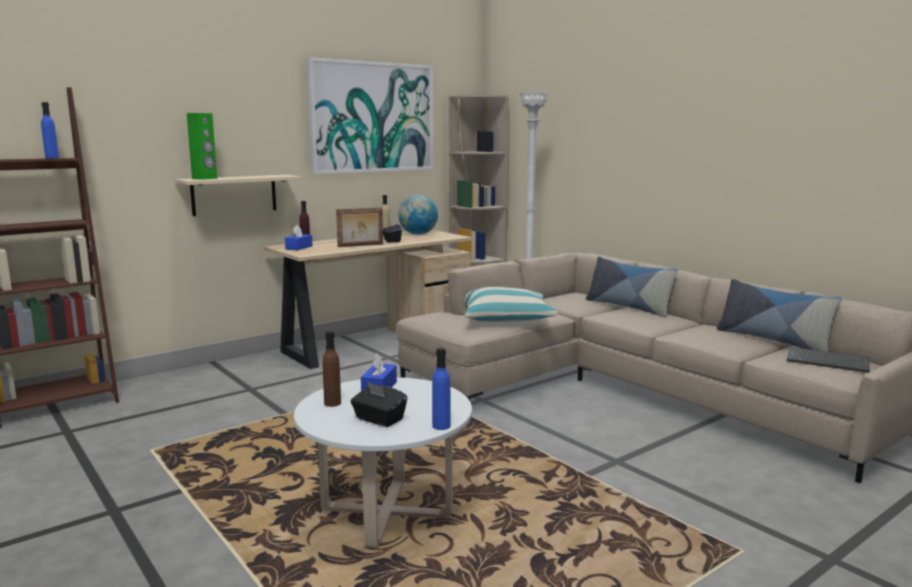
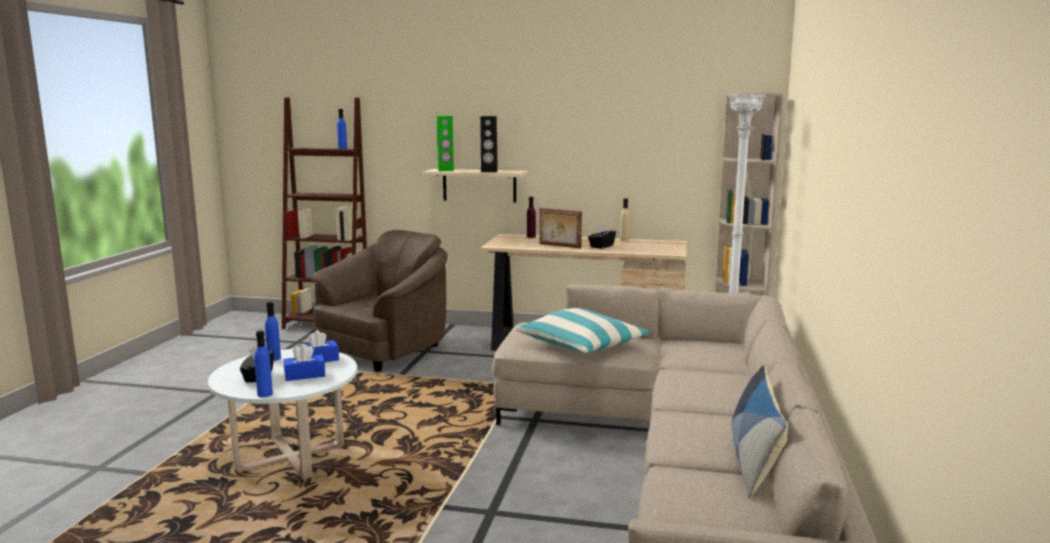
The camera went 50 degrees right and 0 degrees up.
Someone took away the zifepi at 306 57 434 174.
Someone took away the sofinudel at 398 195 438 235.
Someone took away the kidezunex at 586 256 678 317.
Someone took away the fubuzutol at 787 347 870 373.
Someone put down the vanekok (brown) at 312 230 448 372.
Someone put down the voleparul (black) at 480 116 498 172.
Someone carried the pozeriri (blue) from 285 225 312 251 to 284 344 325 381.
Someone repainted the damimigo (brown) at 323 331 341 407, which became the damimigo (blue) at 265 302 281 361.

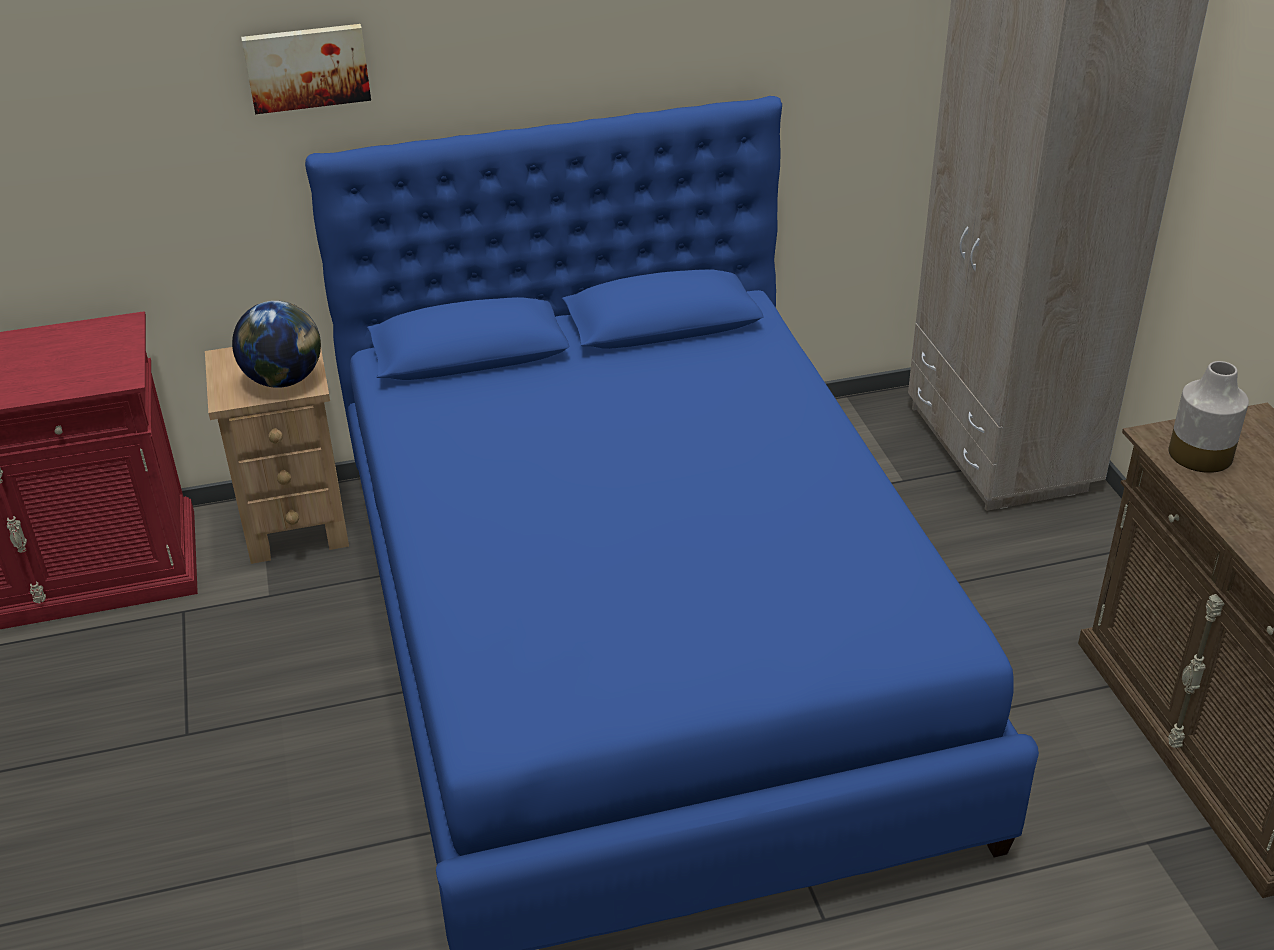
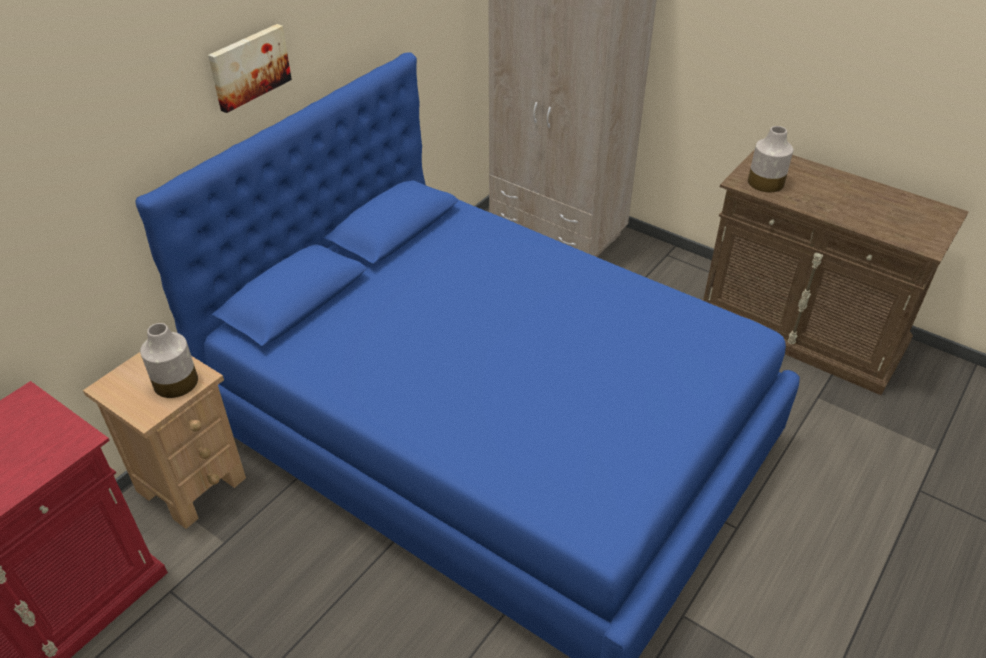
The camera went 40 degrees left and 5 degrees up.
Someone carried the zifepi from 241 24 371 114 to 208 24 292 113.
Someone swapped the sofinudel at 232 301 321 388 for the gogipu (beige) at 140 323 198 398.

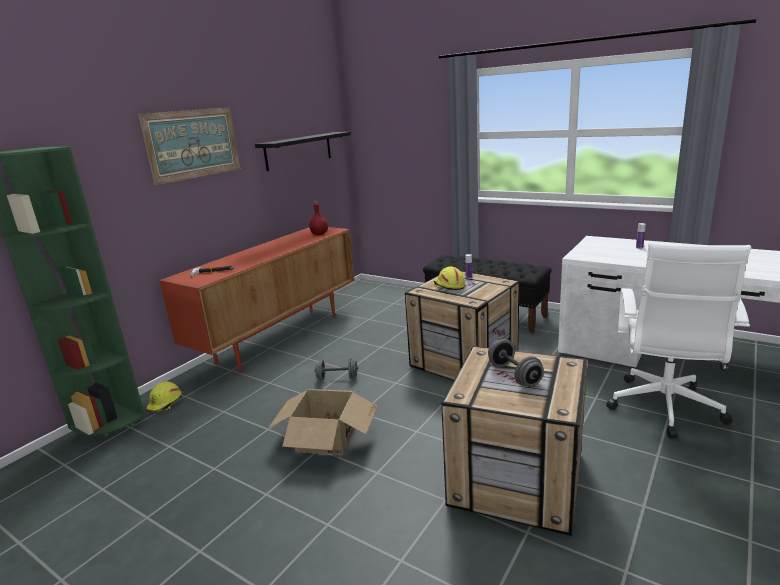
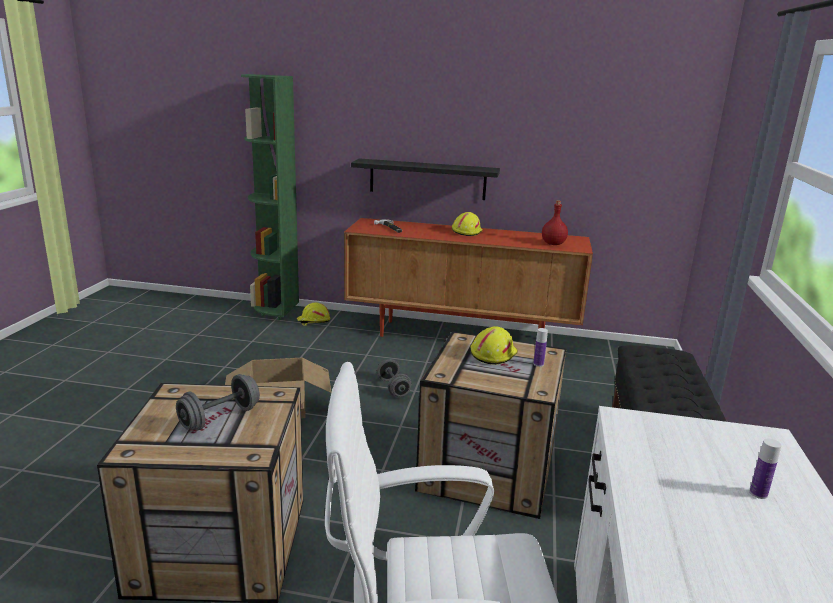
The camera went 65 degrees right and 0 degrees up.
Someone took away the zifepi at 138 107 240 185.
Someone put down the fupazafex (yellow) at 452 212 483 236.
Someone carried the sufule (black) from 255 132 351 171 to 351 158 500 200.

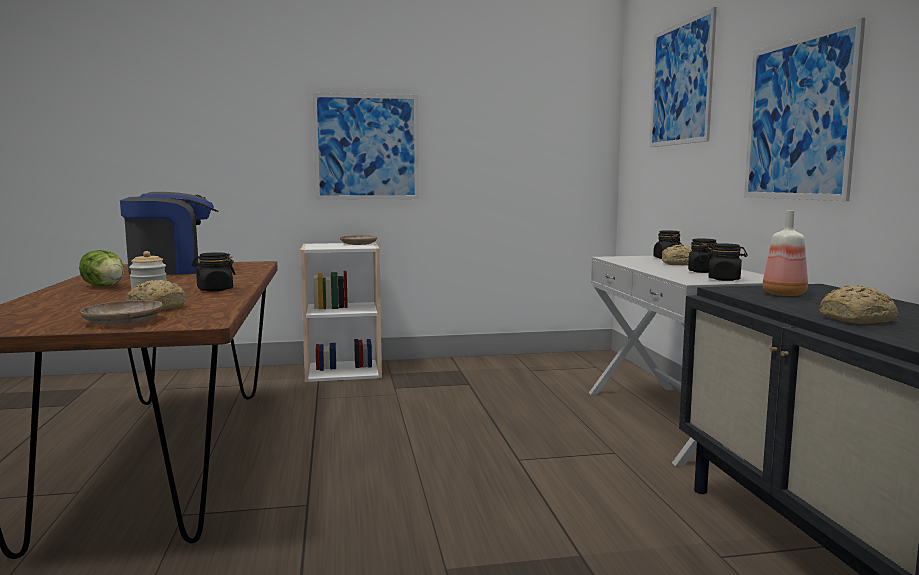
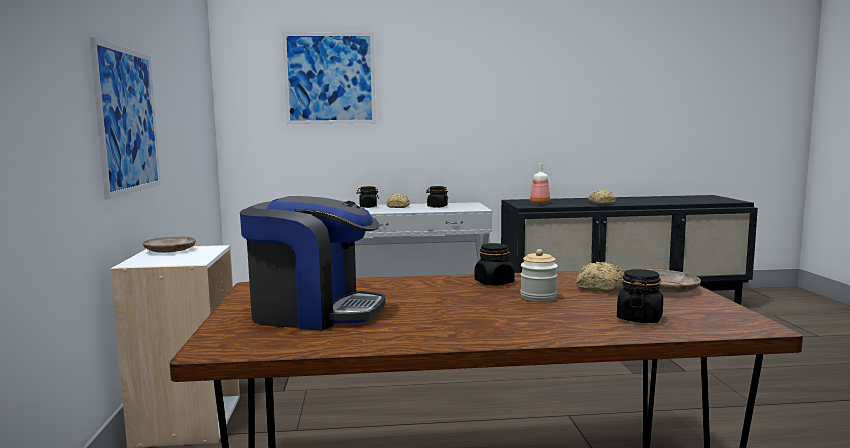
The camera went 85 degrees left and 0 degrees up.
Someone took away the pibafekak at 79 250 124 286.
Someone took away the zifepi at 744 18 865 201.
Someone carried the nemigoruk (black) from 705 243 748 281 to 617 269 663 323.
Someone rotated the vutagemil at 120 192 218 275 by 120 degrees clockwise.

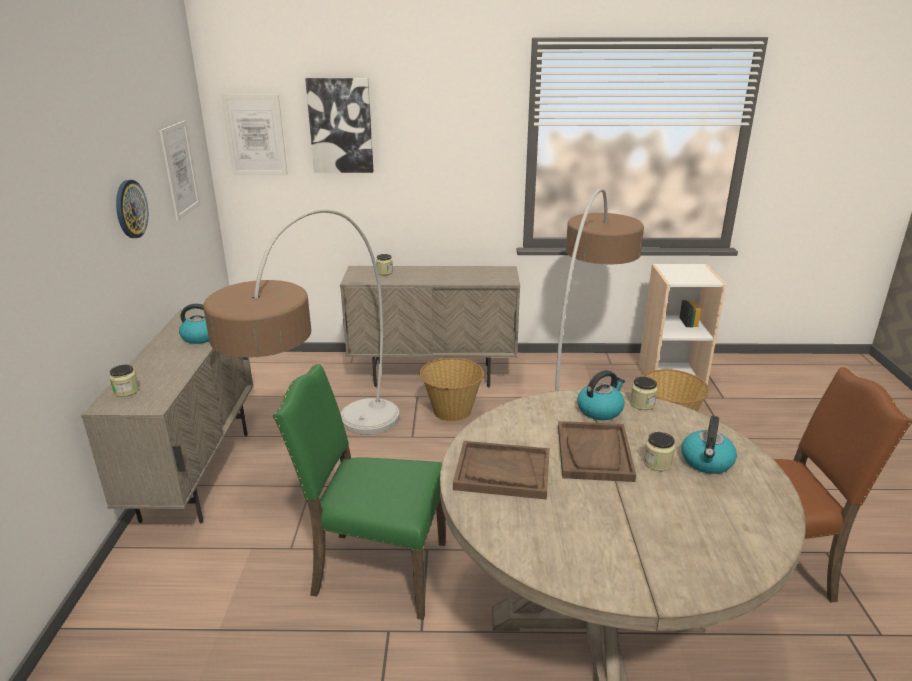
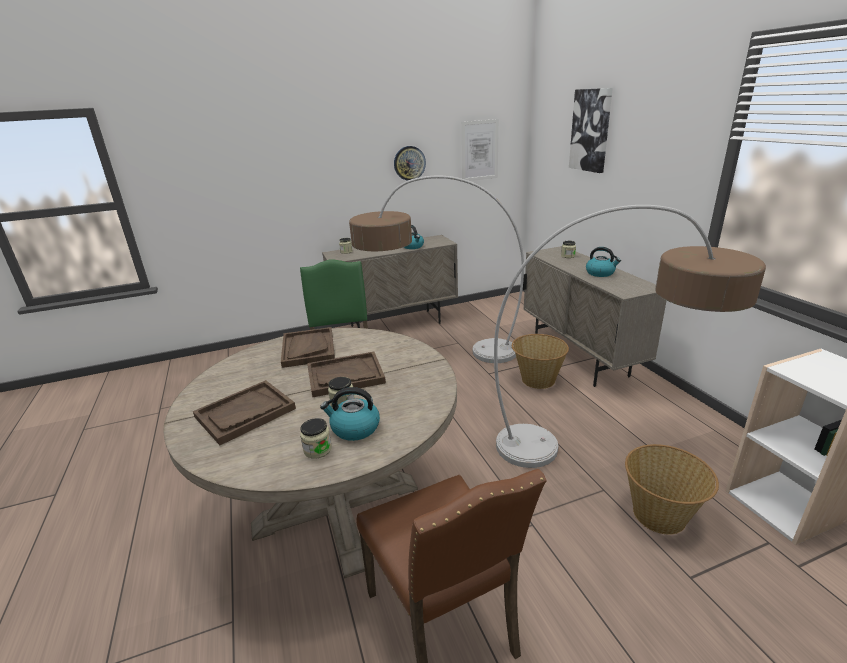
The camera went 70 degrees right and 0 degrees up.
Someone took away the zifepi at 221 94 288 175.
Someone put down the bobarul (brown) at 193 380 296 445.
Someone carried the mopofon from 577 370 625 420 to 586 247 621 277.
Someone carried the nemigoruk from 630 377 657 410 to 300 418 332 459.

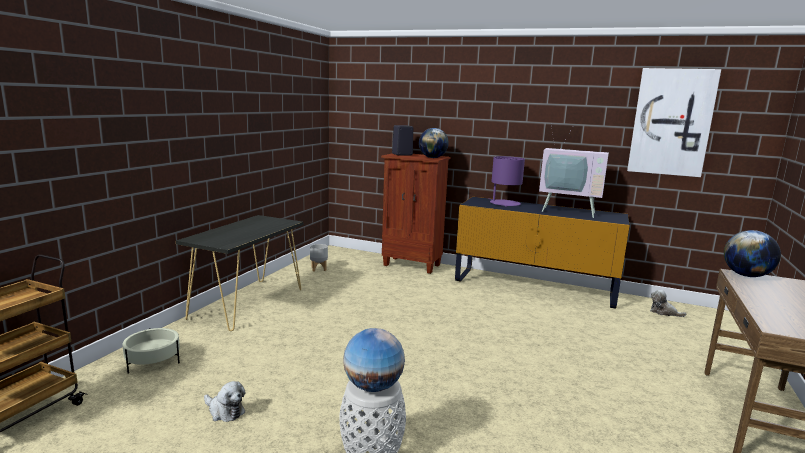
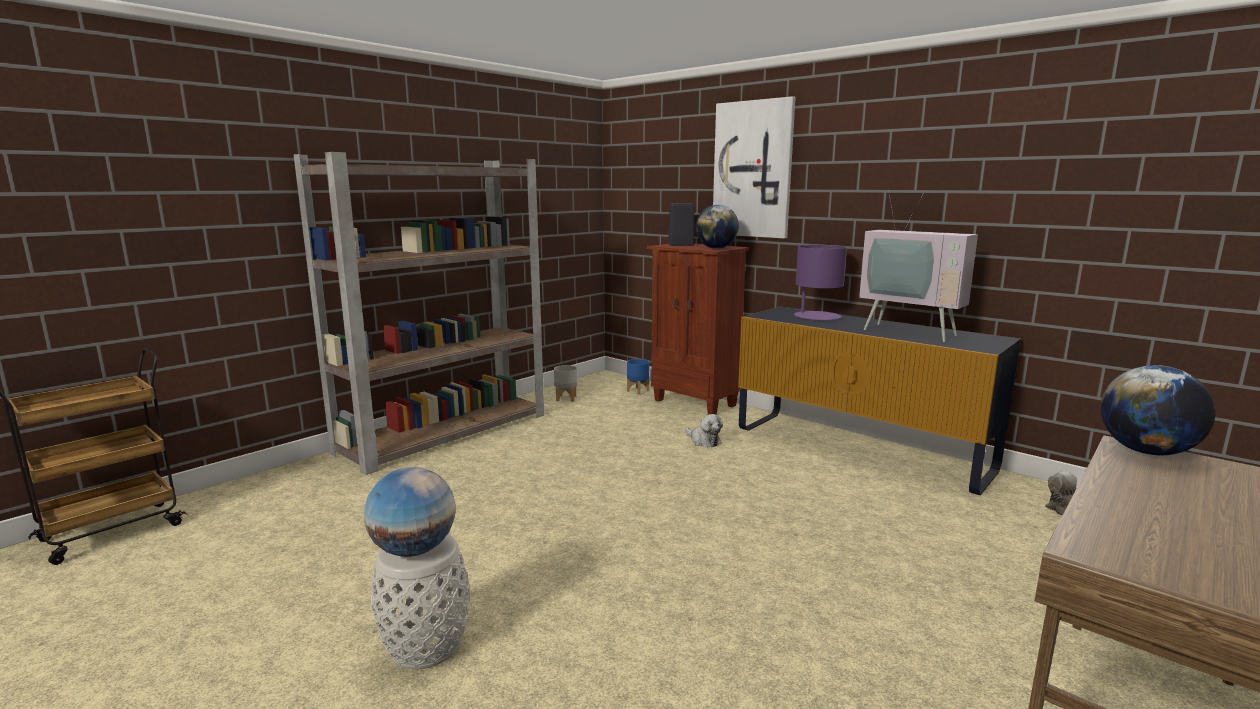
The camera went 20 degrees right and 0 degrees up.
Someone took away the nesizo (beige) at 122 328 180 374.
Someone put down the nesizo (blue) at 627 359 649 395.
Someone carried the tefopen from 204 381 245 422 to 685 414 723 447.
Someone carried the zifepi from 627 68 721 177 to 713 96 795 238.
Someone swapped the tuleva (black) at 176 215 303 331 for the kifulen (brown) at 293 152 544 475.

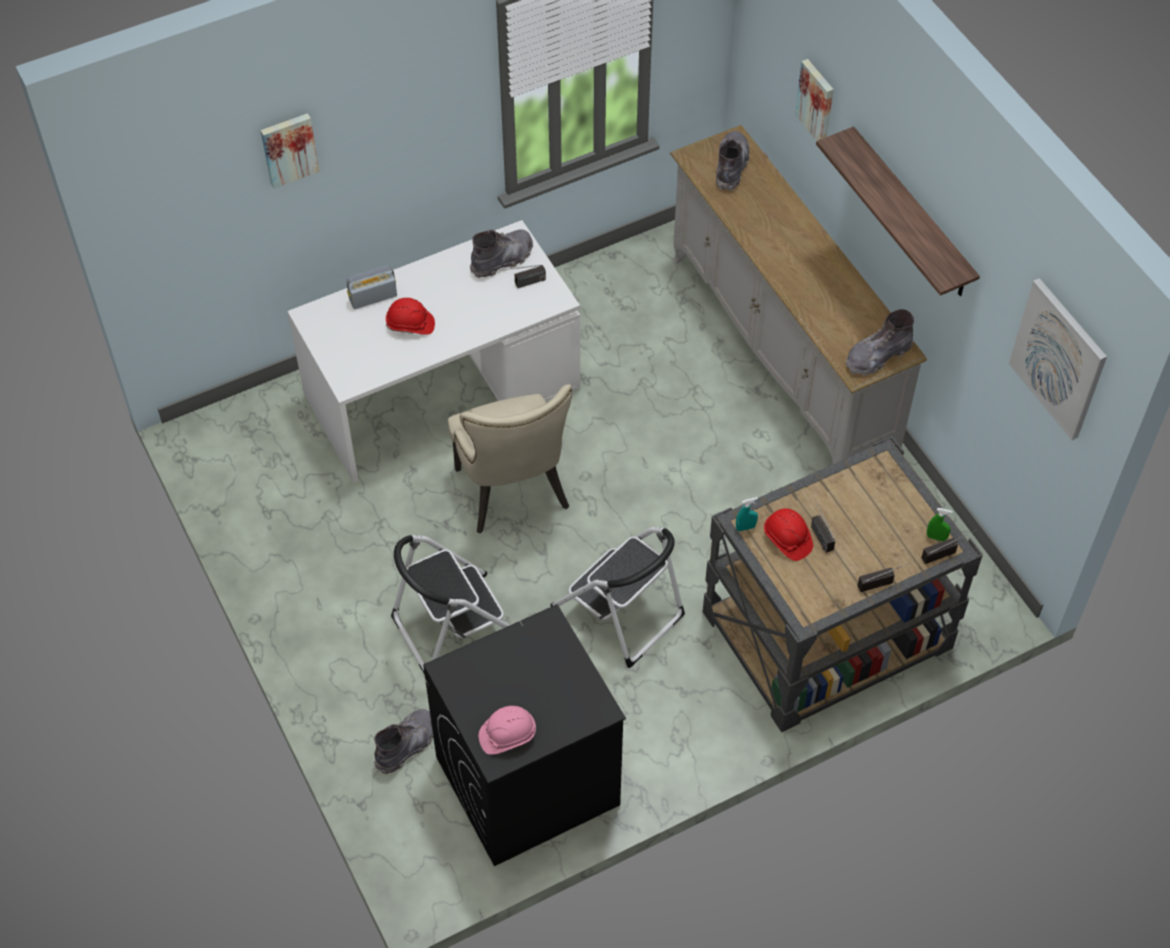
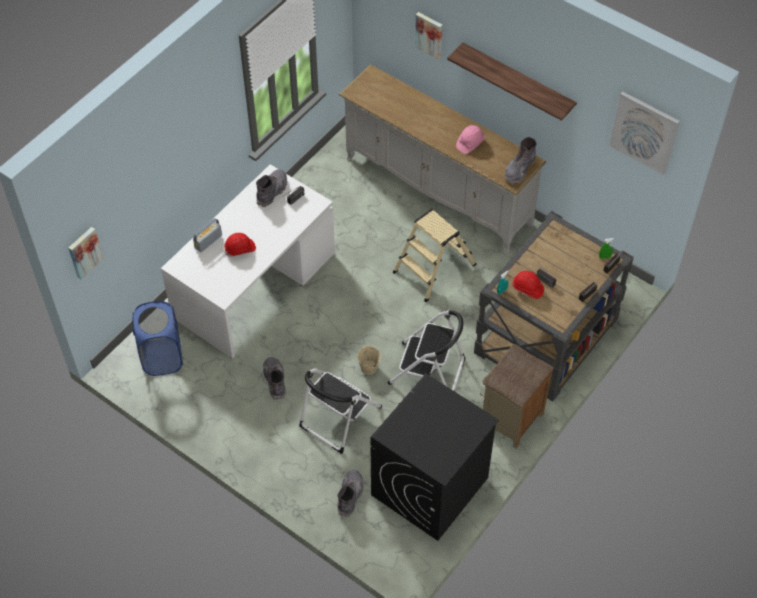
The camera went 25 degrees left and 0 degrees up.
Someone took away the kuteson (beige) at 448 384 572 533.
Someone put down the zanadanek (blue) at 132 301 183 376.
Someone put down the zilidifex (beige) at 357 346 381 375.
Someone put down the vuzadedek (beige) at 393 209 477 302.
Someone put down the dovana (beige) at 480 344 554 448.
Someone carried the zifepi from 260 113 319 188 to 68 227 103 279.
Someone carried the fupazafex (pink) from 479 706 536 755 to 456 125 484 154.
Someone carried the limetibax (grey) from 716 131 750 191 to 263 357 286 400.

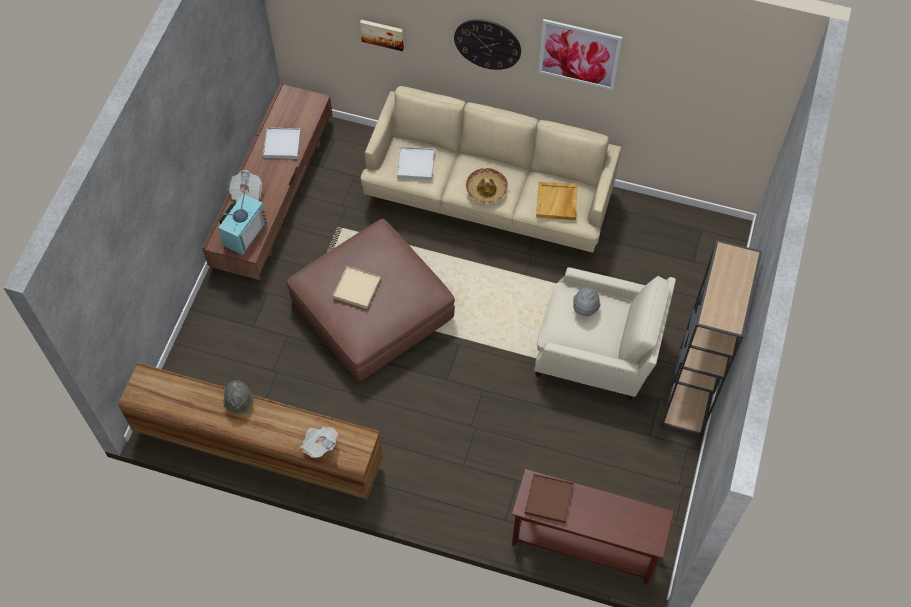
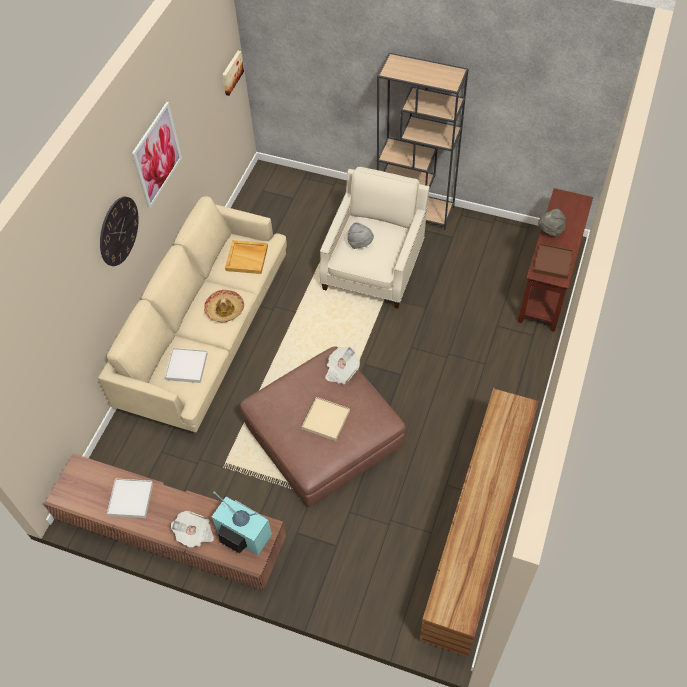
The camera went 85 degrees left and 5 degrees down.
Someone carried the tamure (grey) from 223 380 253 413 to 538 209 566 237.
Someone carried the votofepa from 300 427 338 458 to 325 347 360 385.
Someone carried the zifepi from 360 20 404 51 to 222 51 244 96.

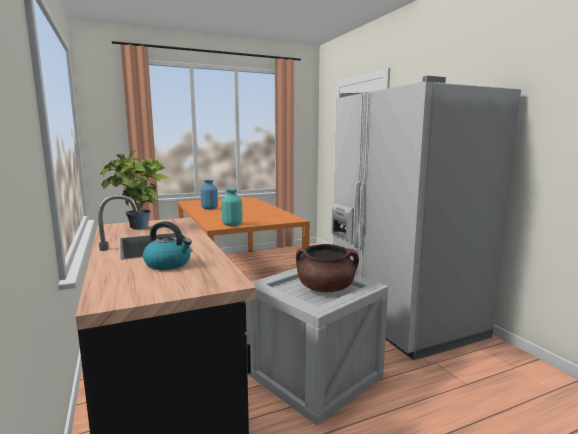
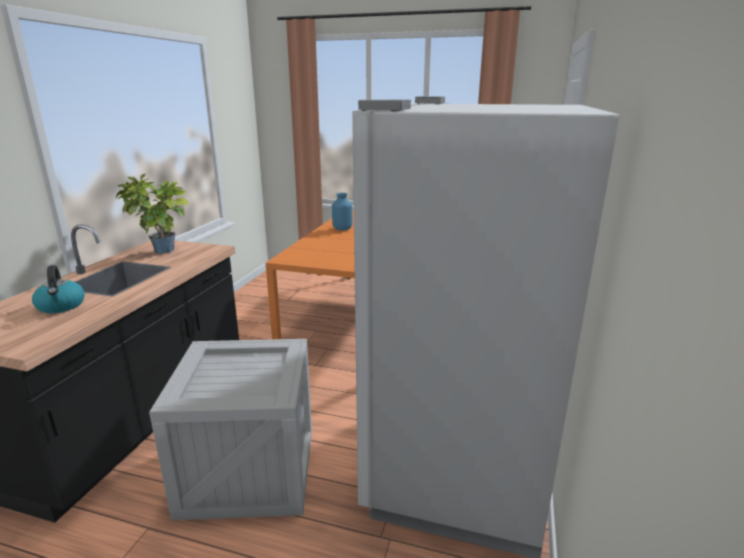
The camera went 40 degrees right and 10 degrees up.
Someone took away the gogipu (turquoise) at 221 189 242 226.
Someone took away the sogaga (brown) at 296 244 359 292.

